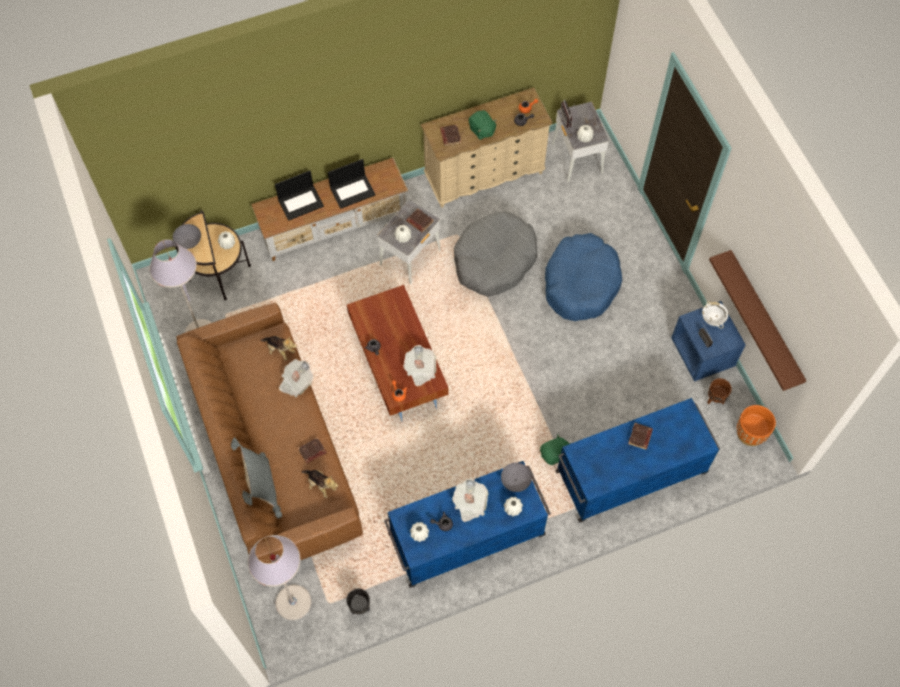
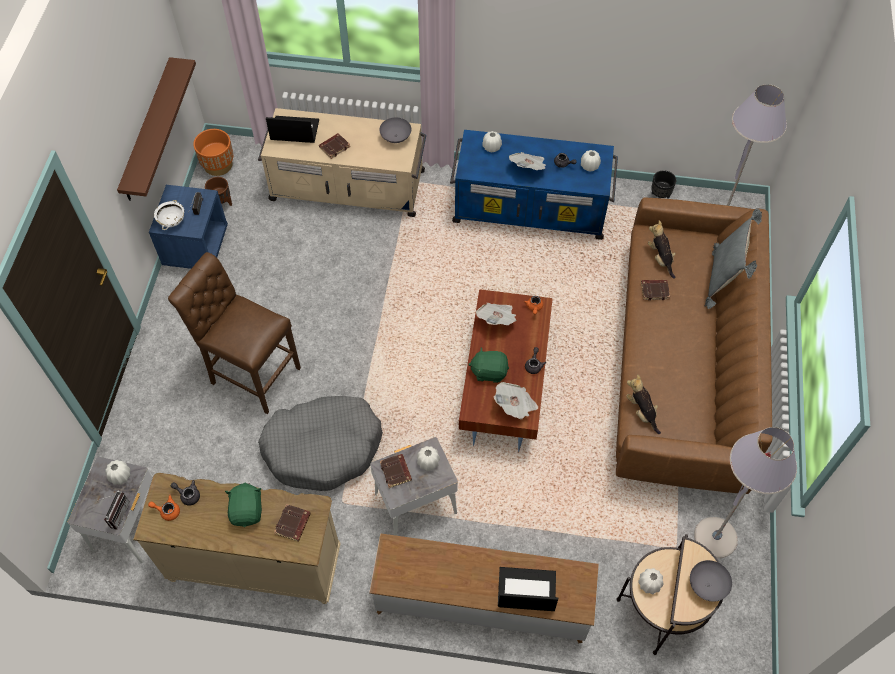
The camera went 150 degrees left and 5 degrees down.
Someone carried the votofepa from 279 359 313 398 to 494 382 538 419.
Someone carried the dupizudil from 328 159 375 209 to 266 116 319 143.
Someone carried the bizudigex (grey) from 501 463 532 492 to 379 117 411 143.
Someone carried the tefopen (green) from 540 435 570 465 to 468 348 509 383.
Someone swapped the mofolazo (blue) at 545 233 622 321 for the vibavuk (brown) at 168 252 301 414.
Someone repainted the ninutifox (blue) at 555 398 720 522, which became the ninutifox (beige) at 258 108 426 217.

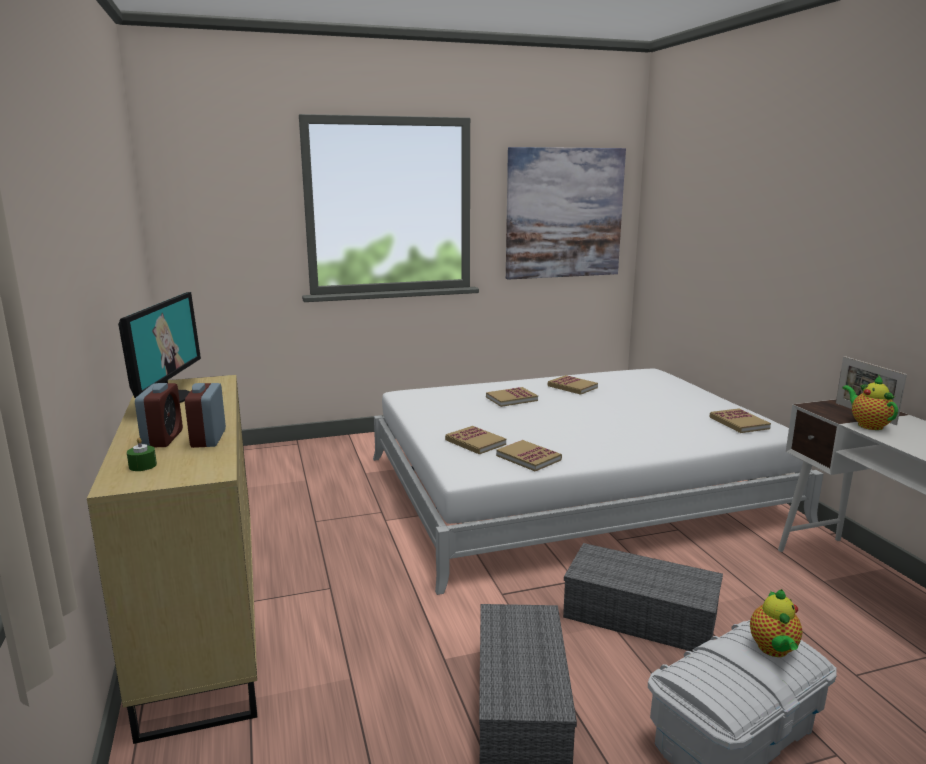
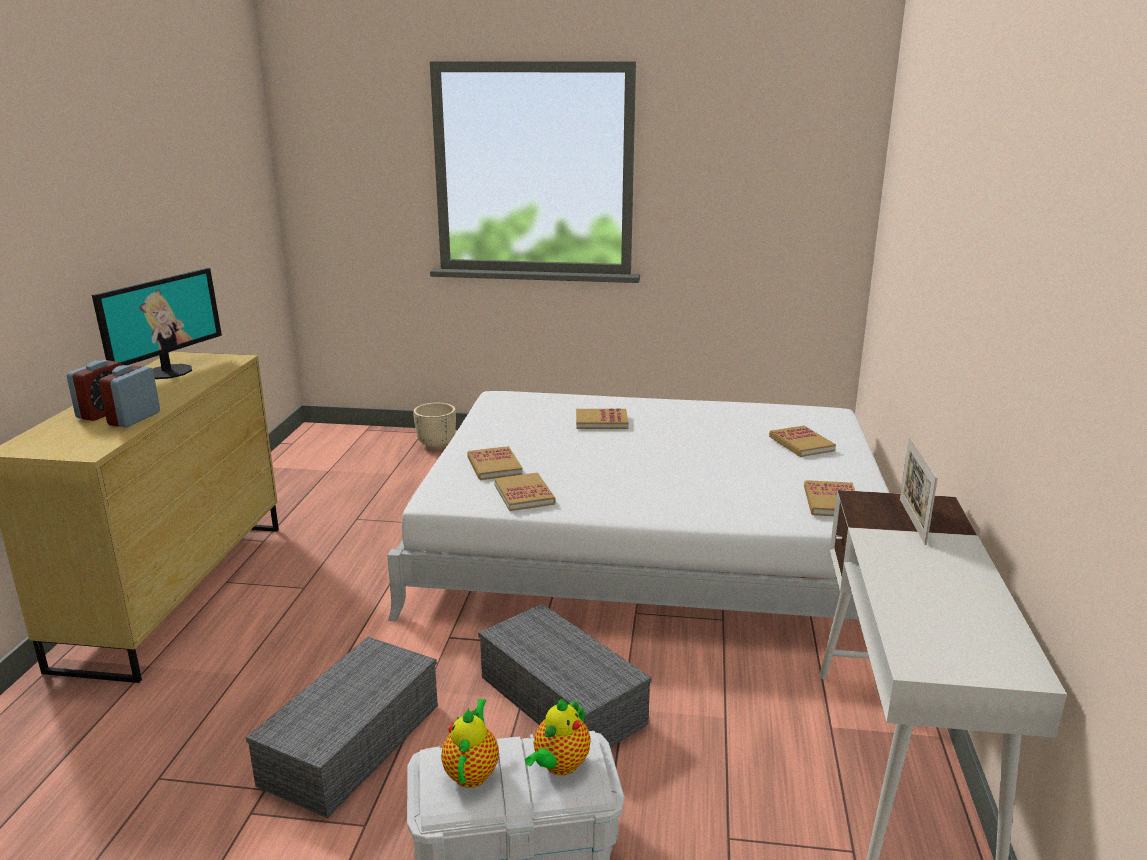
The camera went 25 degrees right and 5 degrees up.
Someone took away the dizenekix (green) at 127 437 157 471.
Someone took away the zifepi at 506 147 626 280.
Someone put down the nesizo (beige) at 413 403 456 449.
Someone carried the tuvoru from 548 375 598 395 to 769 425 836 457.
Someone carried the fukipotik from 842 375 898 430 to 441 699 499 788.

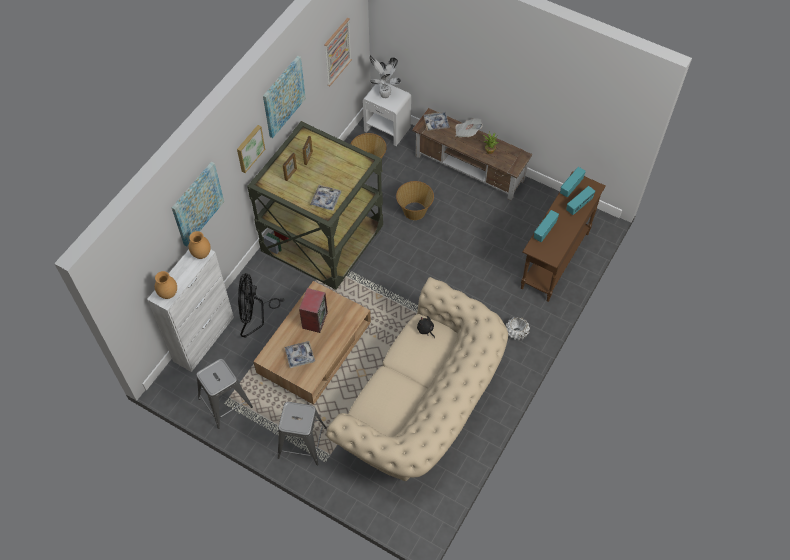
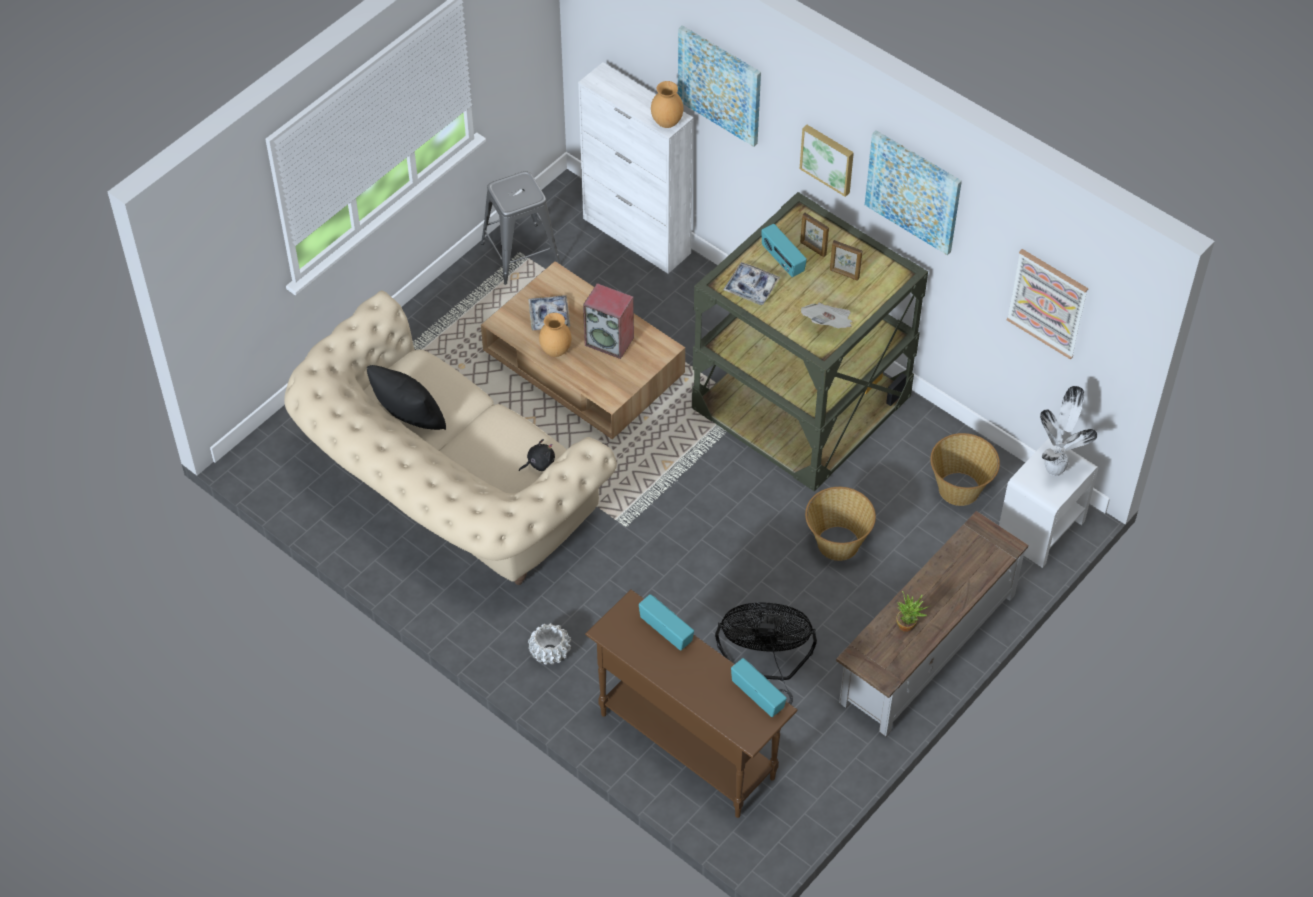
The camera went 100 degrees right and 5 degrees down.
Someone took away the vibavuk (grey) at 278 402 327 465.
Someone took away the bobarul at 424 112 450 131.
Someone put down the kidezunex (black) at 367 365 446 430.
Someone carried the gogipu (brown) from 155 271 177 299 to 539 313 571 357.
Someone carried the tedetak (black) from 238 273 285 338 to 715 603 817 705.
Someone carried the votofepa from 455 118 483 137 to 801 303 853 329.
Someone carried the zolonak from 566 186 595 215 to 761 224 807 277.

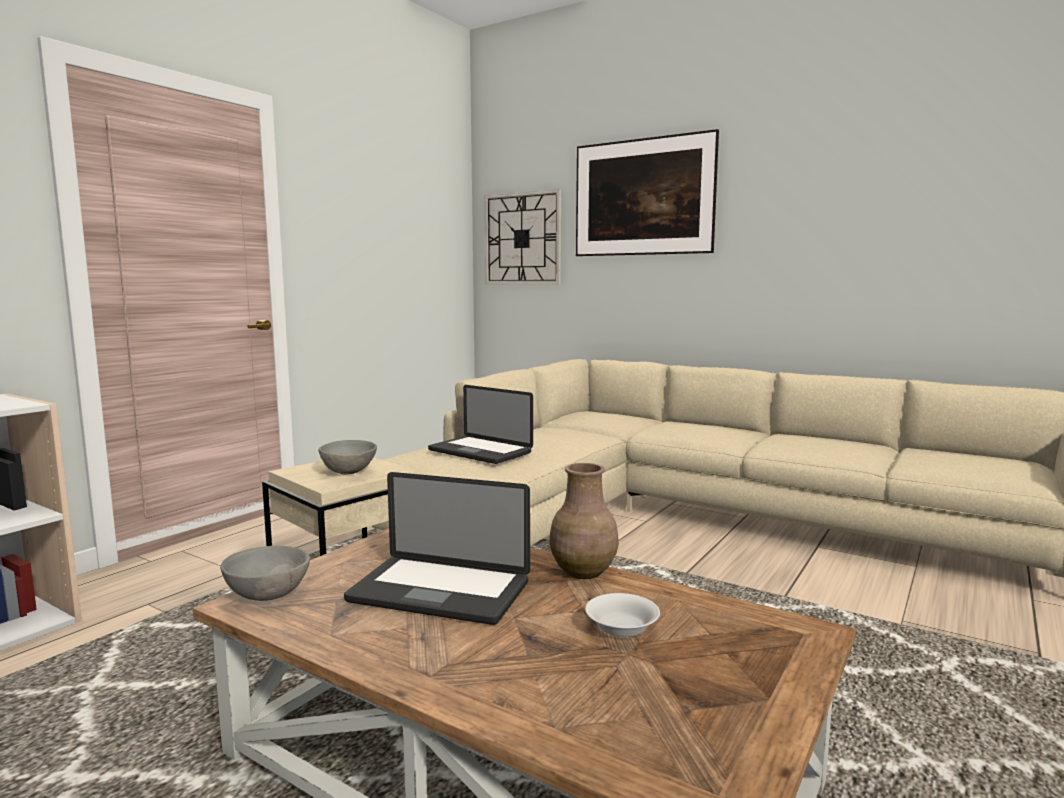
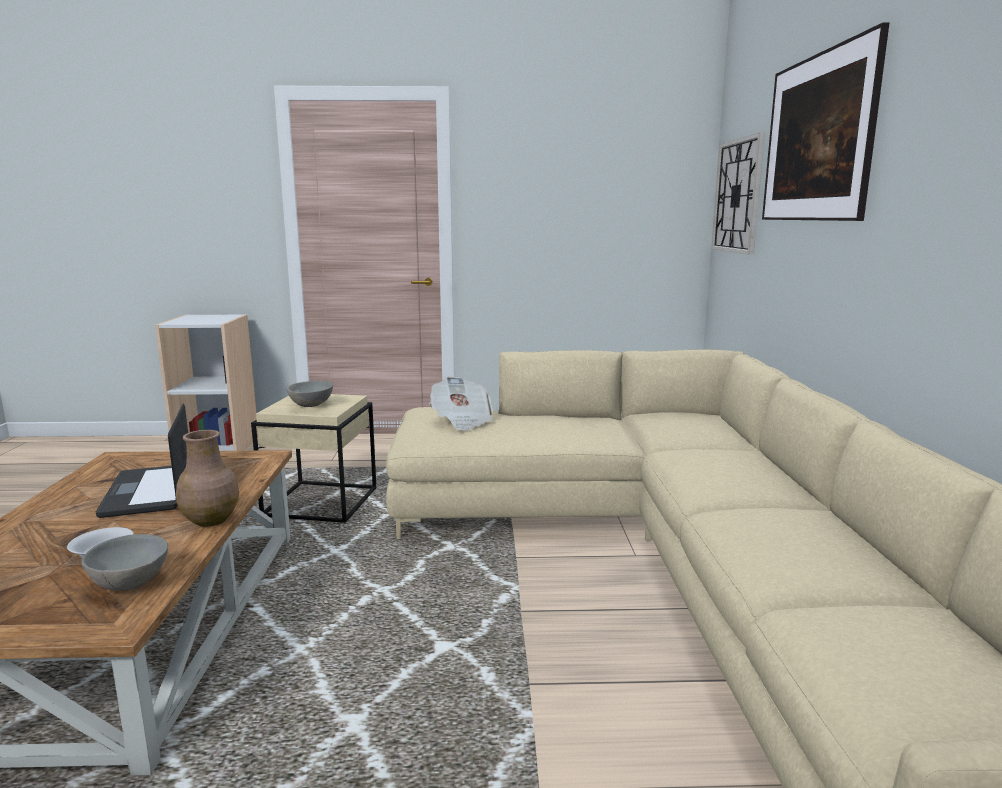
The camera went 55 degrees right and 5 degrees up.
Someone carried the bizudigex (grey) from 220 546 310 601 to 82 534 168 591.
Someone swapped the dupizudil at 428 385 533 464 for the votofepa at 430 376 493 431.

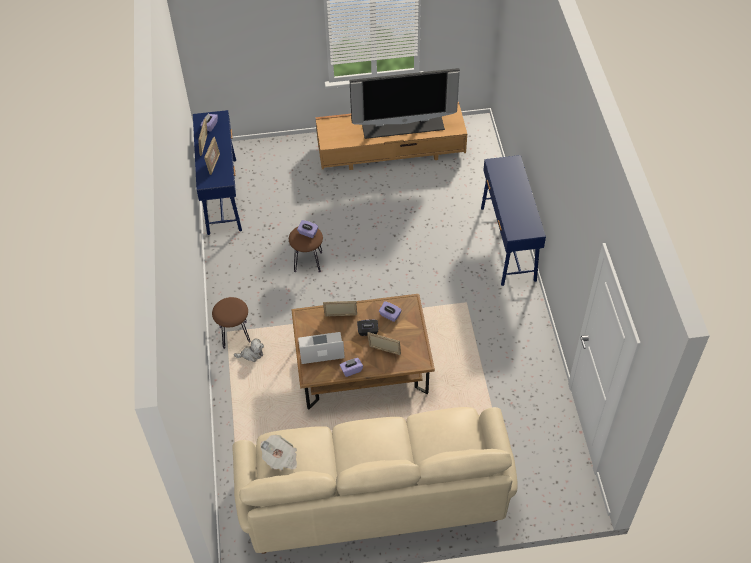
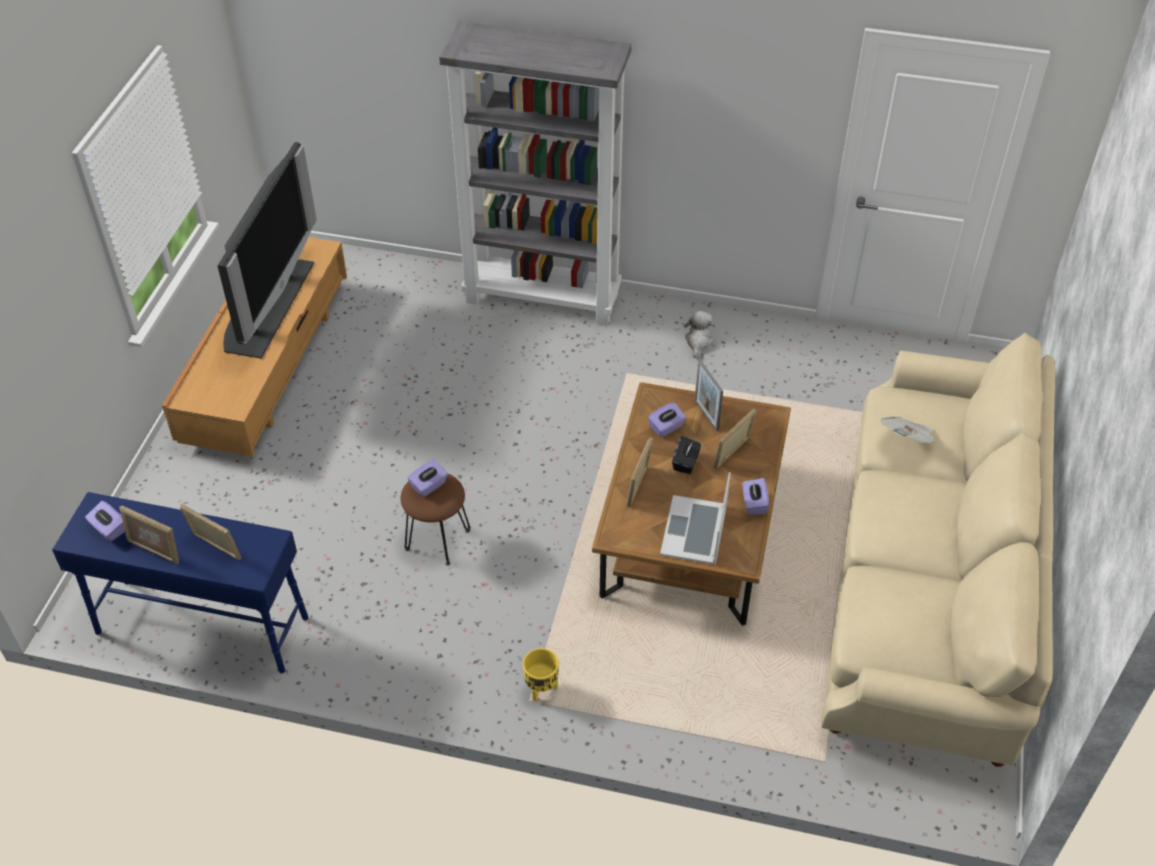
The camera went 70 degrees left and 5 degrees down.
Someone put down the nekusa at 694 360 723 431.
Someone carried the tefopen from 234 339 264 362 to 684 311 714 358.
Someone carried the votofepa from 260 435 297 471 to 881 416 935 443.
Someone swapped the vibavuk (brown) at 212 297 251 349 for the nesizo (yellow) at 523 648 559 701.
Someone swapped the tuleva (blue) at 481 155 546 286 for the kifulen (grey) at 439 21 631 326.

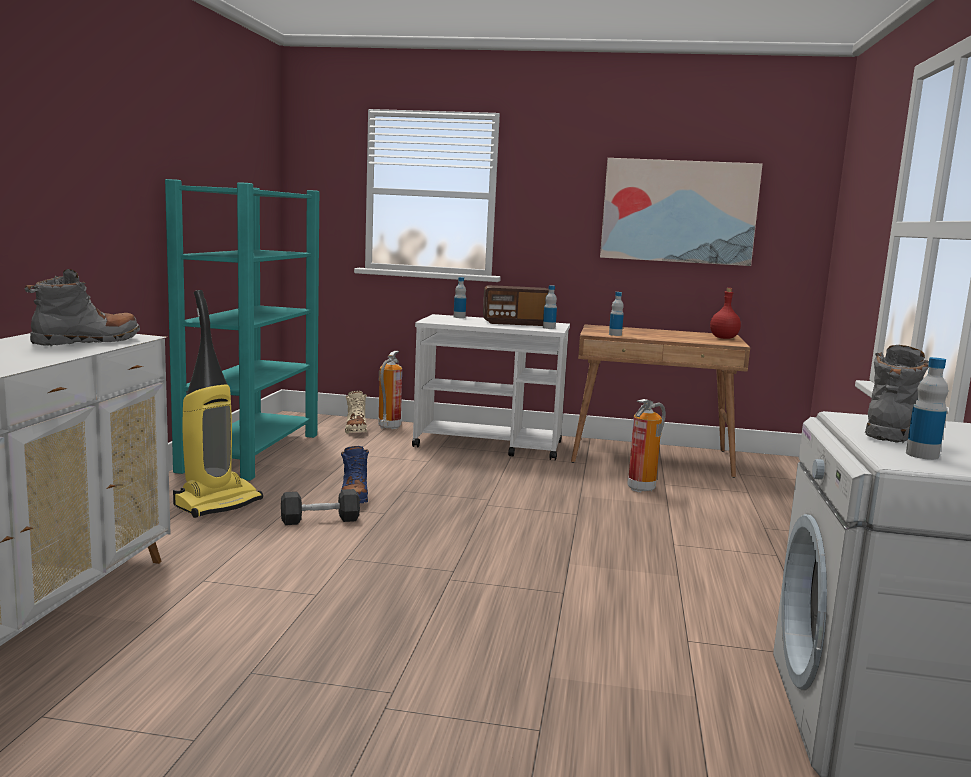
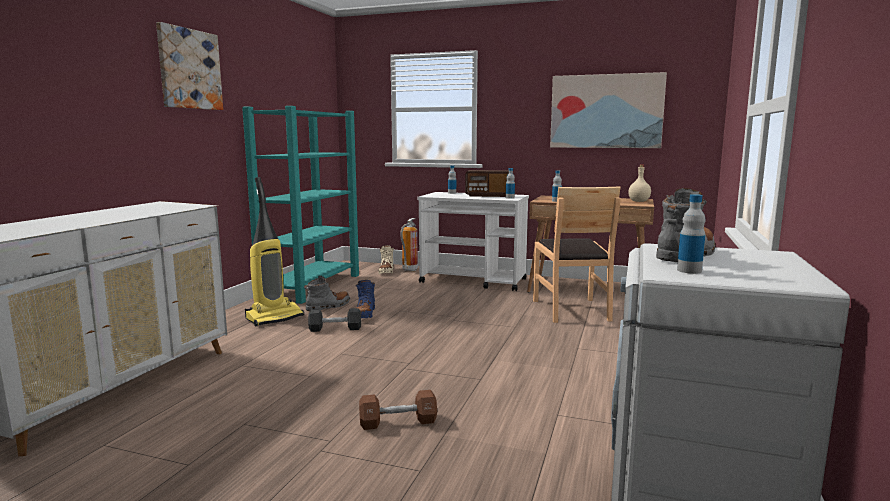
The camera went 10 degrees right and 0 degrees up.
Someone put up the zifepi at 156 22 223 110.
Someone put down the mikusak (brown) at 359 390 437 430.
Someone carried the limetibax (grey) from 24 269 140 346 to 304 276 350 311.
Someone swapped the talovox at 627 399 666 492 for the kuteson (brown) at 533 186 621 323.
Someone repainted the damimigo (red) at 710 288 741 339, which became the damimigo (beige) at 628 164 651 202.

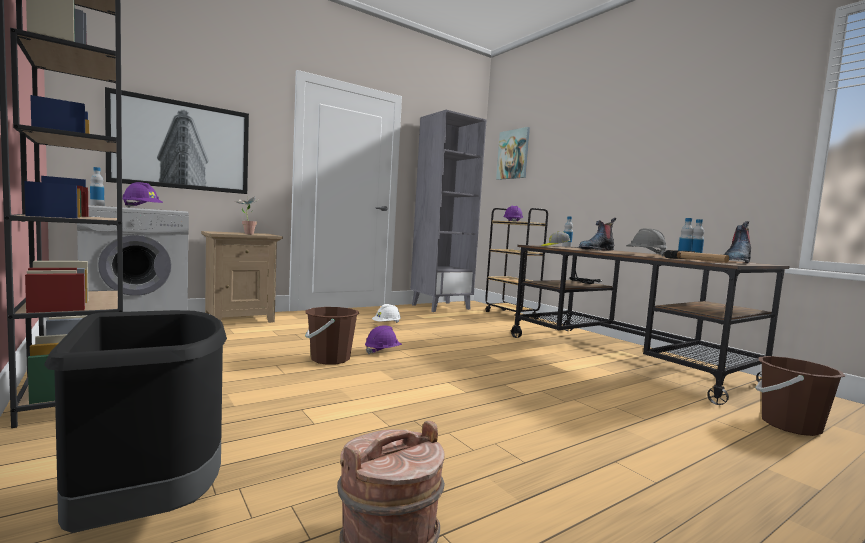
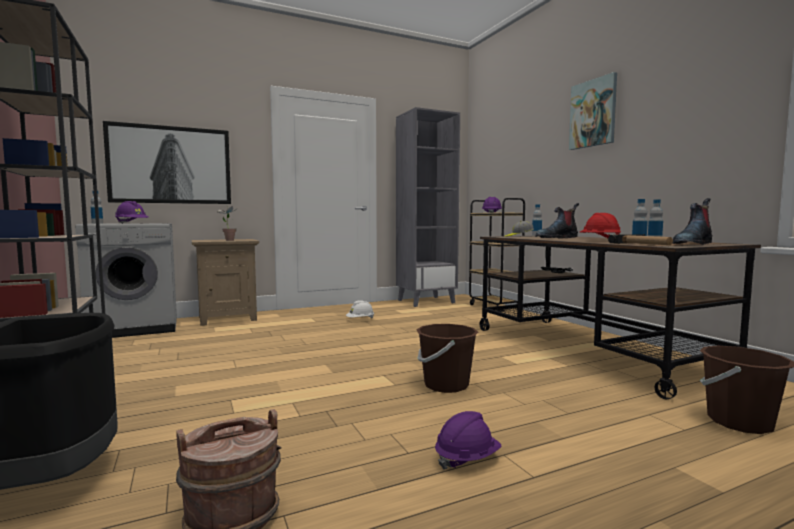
The camera went 10 degrees right and 0 degrees up.
Someone carried the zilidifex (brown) from 305 307 359 365 to 416 324 478 393.
Someone carried the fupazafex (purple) from 365 325 402 354 to 435 411 501 469.
Someone carried the zifepi from 496 127 530 180 to 569 72 617 150.
Someone repainted the fupazafex (grey) at 626 228 667 257, which became the fupazafex (red) at 580 213 621 238.

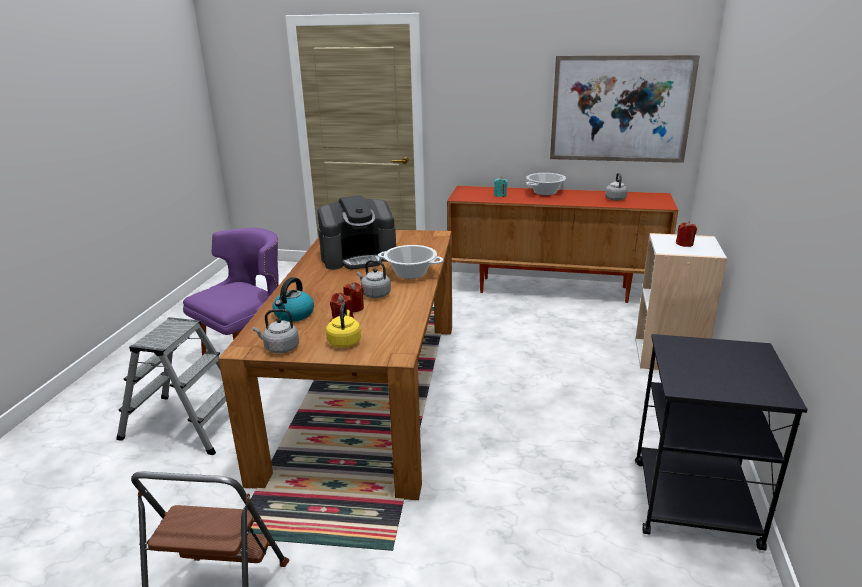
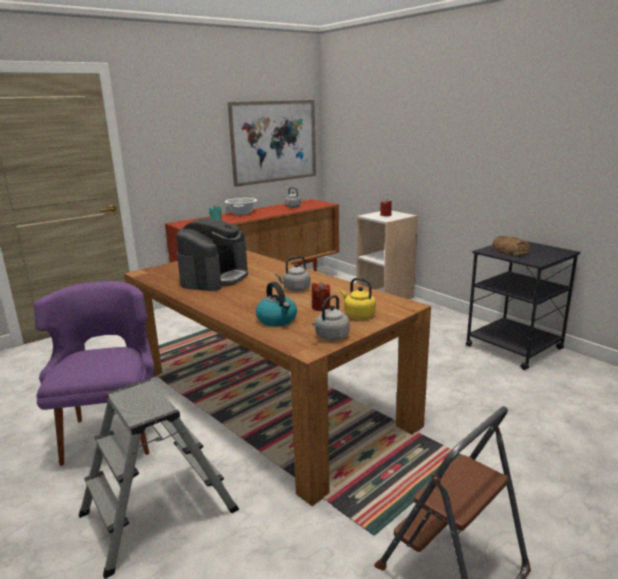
The camera went 50 degrees left and 5 degrees down.
Someone took away the dizenekix (red) at 343 282 364 312.
Someone took away the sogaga at 378 245 444 279.
Someone put down the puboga at 492 236 531 257.

